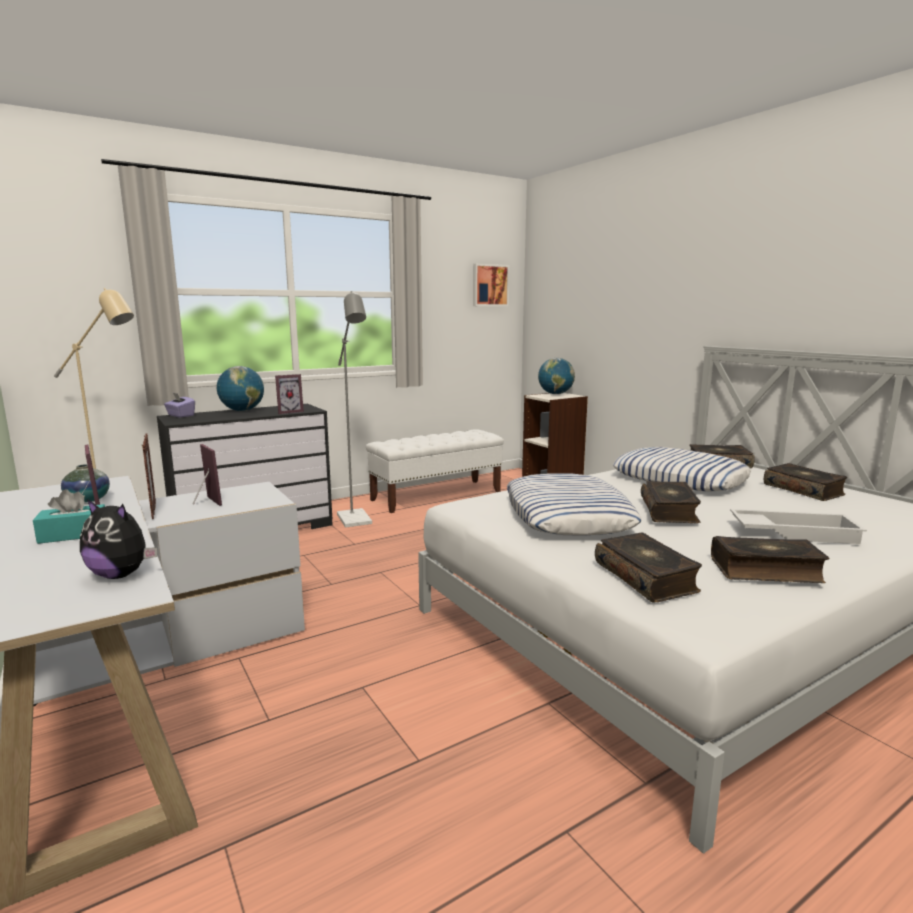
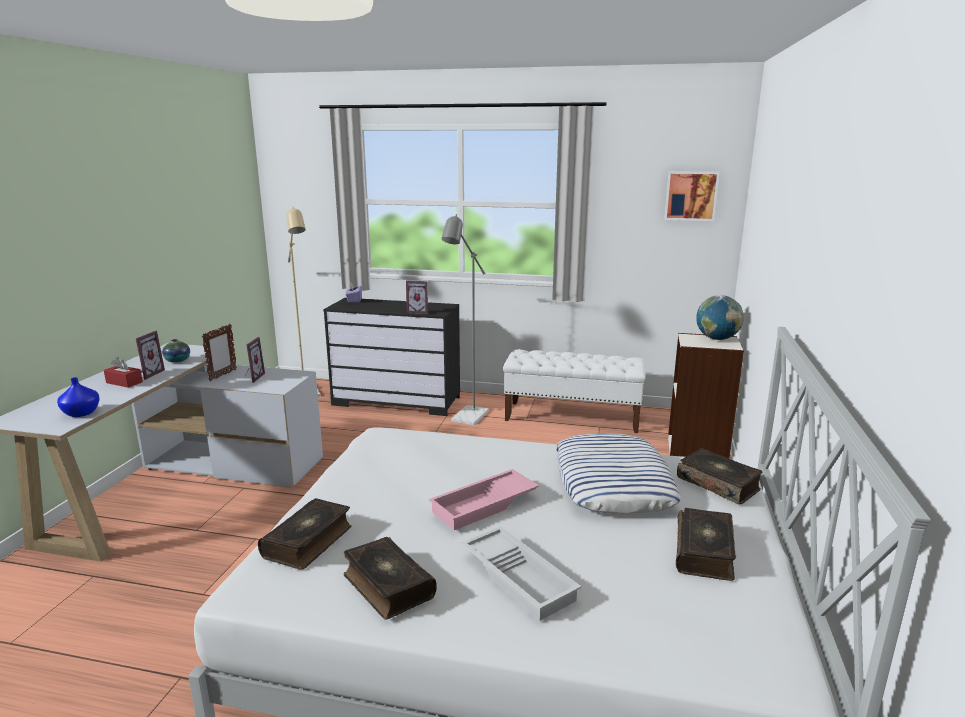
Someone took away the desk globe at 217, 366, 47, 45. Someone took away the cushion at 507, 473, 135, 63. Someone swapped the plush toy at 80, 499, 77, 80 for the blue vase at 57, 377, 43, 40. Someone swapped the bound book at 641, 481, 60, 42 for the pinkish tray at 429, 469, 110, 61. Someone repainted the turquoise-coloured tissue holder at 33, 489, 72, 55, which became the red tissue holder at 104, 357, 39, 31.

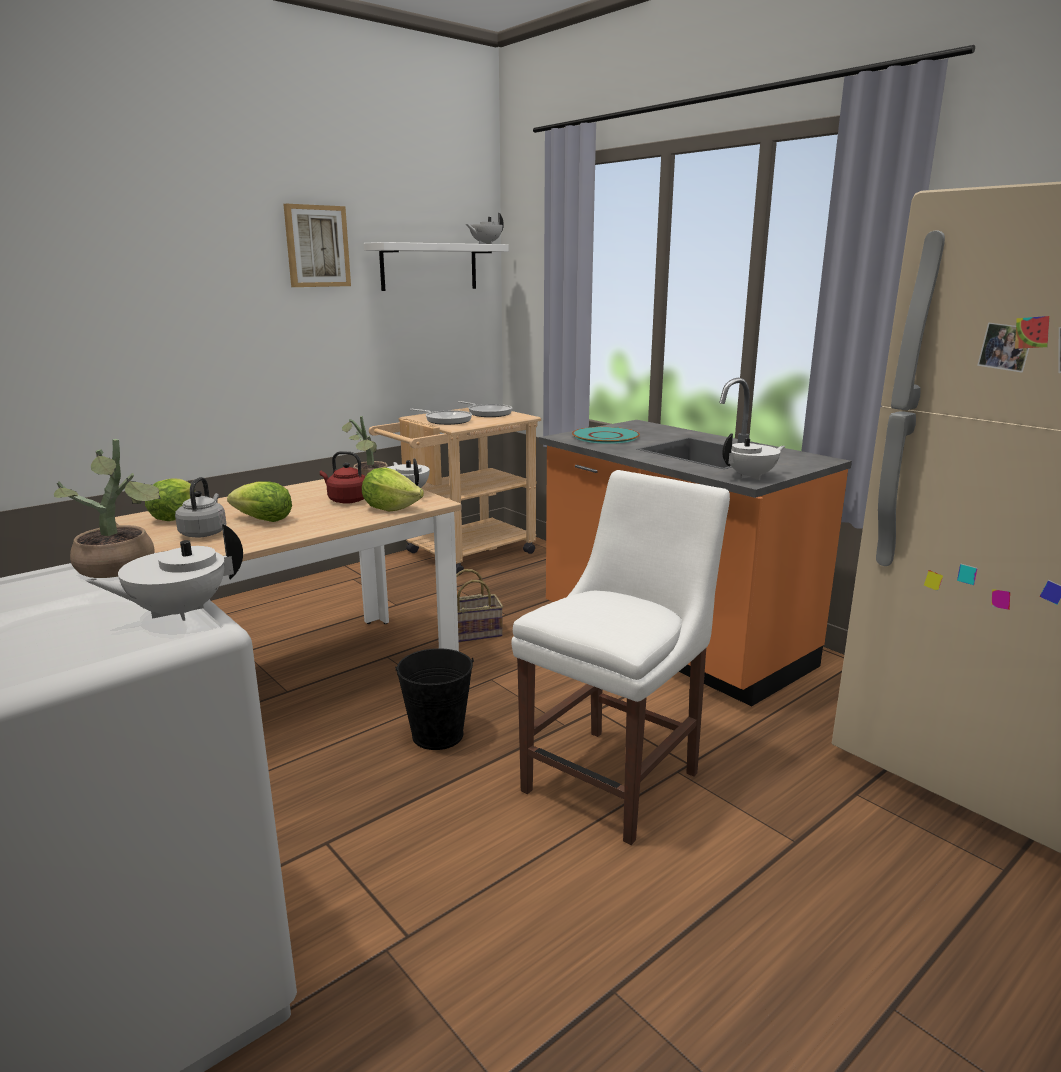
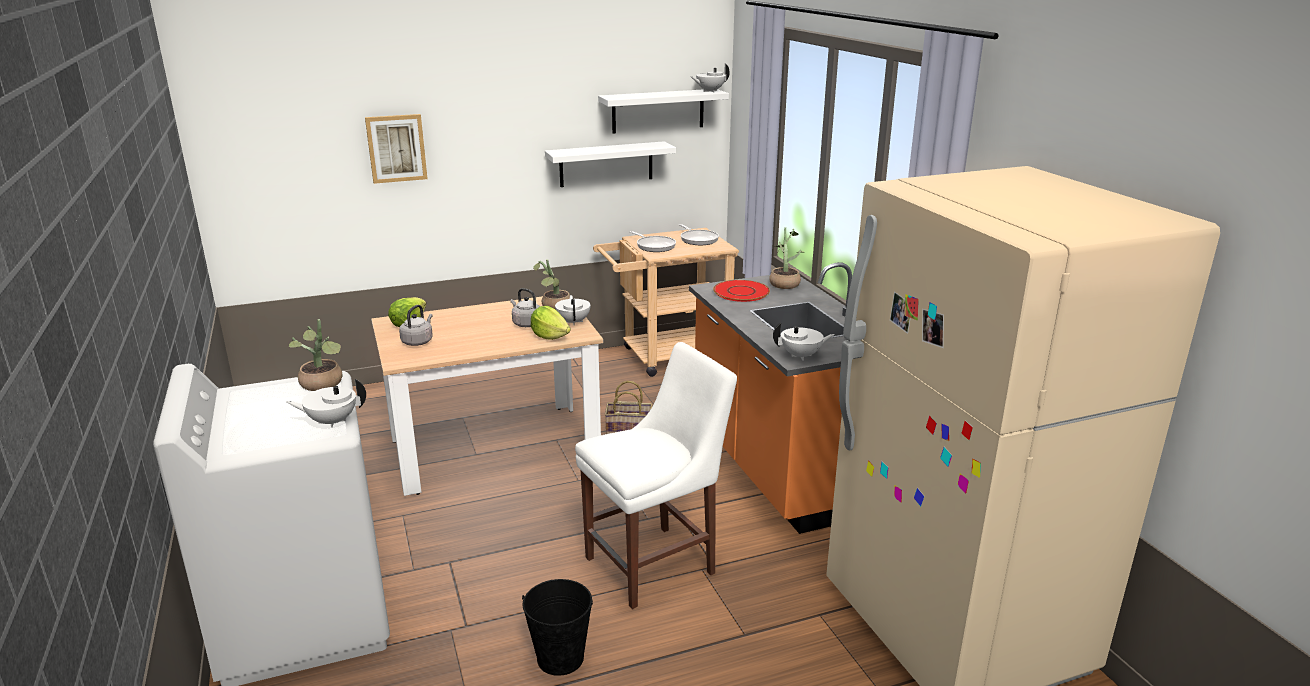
Someone took away the lettuce head at 227, 481, 65, 41. Someone put up the white-coloured wall shelf at 545, 141, 131, 46. Someone put down the plant in a pot at 769, 227, 36, 62. Someone carried the picture from 283, 204, 68, 83 to 365, 114, 63, 70. Someone carried the black pail from 395, 648, 79, 102 to 522, 579, 71, 97. Someone repainted the red tea kettle at 320, 451, 45, 53, which became the grey tea kettle at 511, 288, 29, 39. Someone repainted the turquoise-coloured dinner plate at 572, 427, 68, 17, which became the red dinner plate at 713, 280, 57, 22.

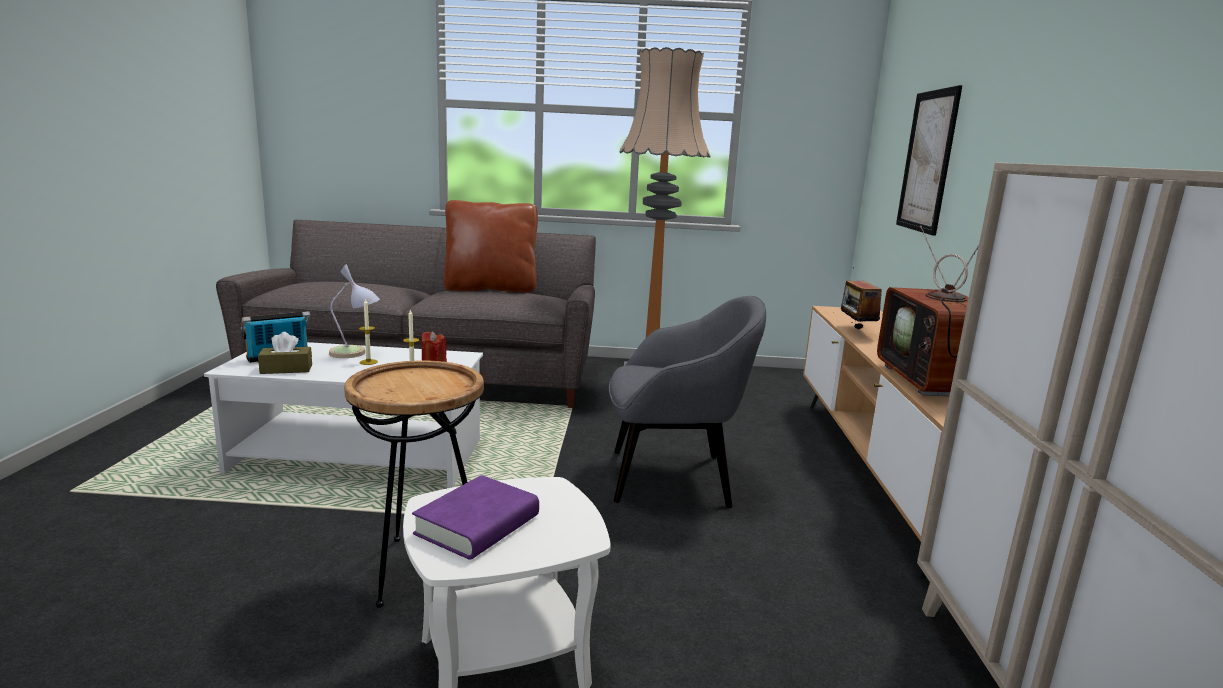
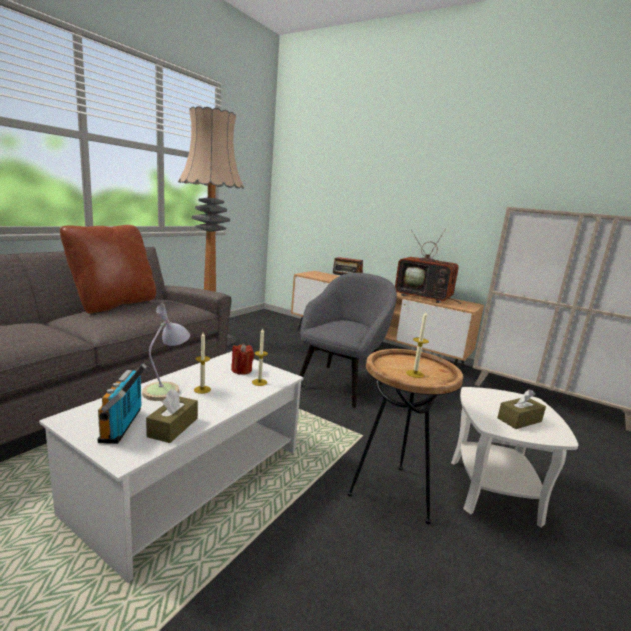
Someone took away the picture at 896, 85, 66, 151. Someone put down the candle at 406, 311, 23, 67. Someone swapped the purple-coloured bound book at 412, 475, 127, 85 for the brown tissue holder at 497, 389, 49, 40.

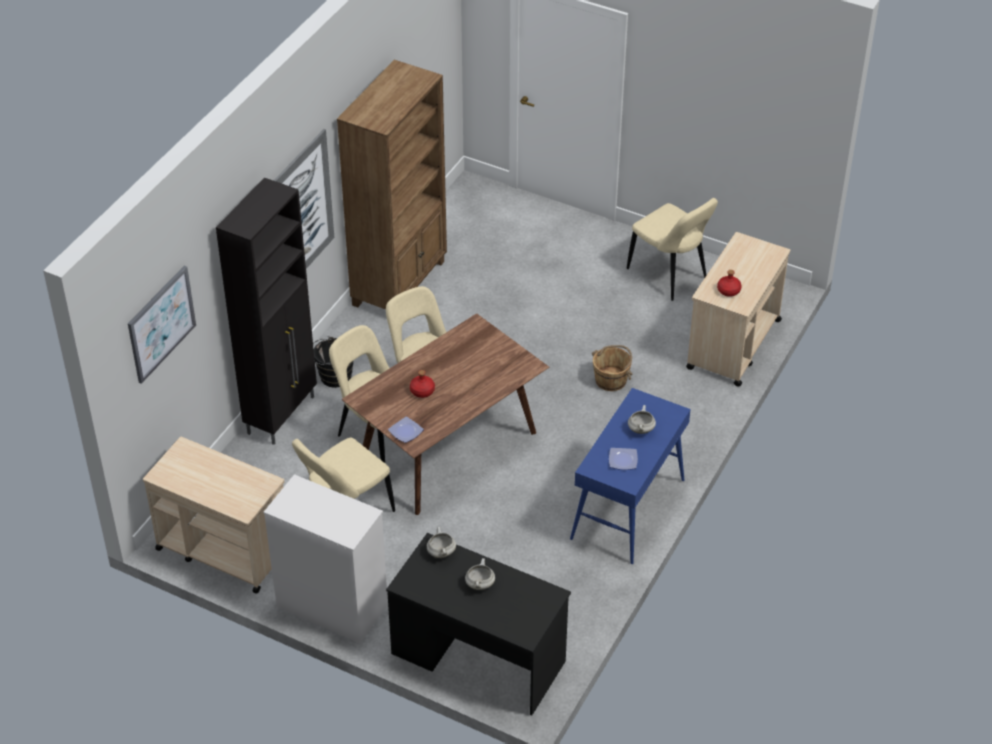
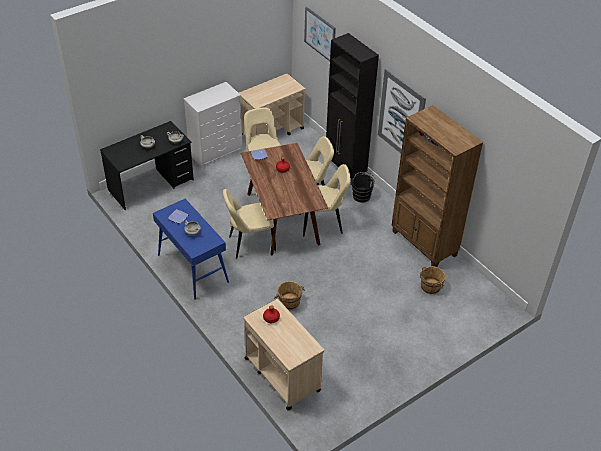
Someone put down the brown pail at 420, 266, 25, 28. Someone carried the sand-coloured upright chair from 627, 198, 91, 103 to 223, 189, 53, 69.

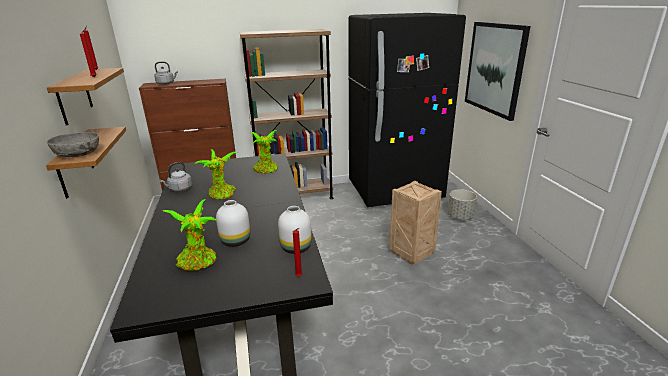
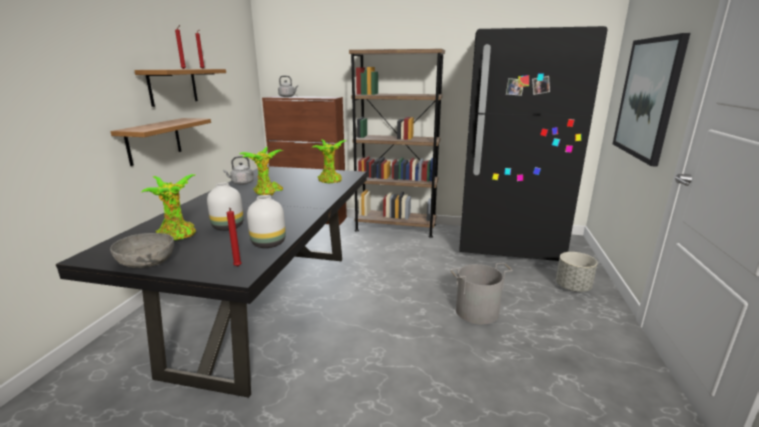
Someone carried the grey deep dish from 47, 132, 52, 25 to 110, 233, 64, 35. Someone swapped the shipping crate at 390, 181, 52, 84 for the grey pail at 450, 263, 63, 61.

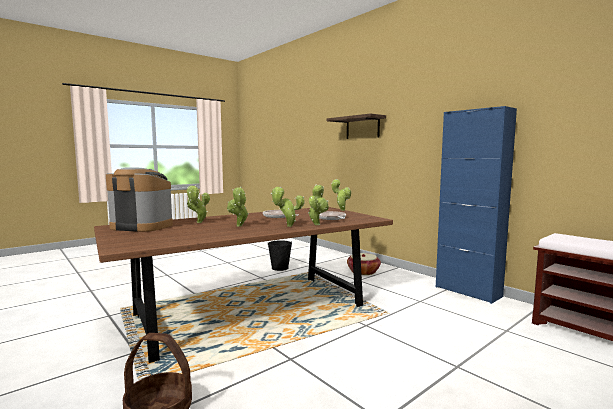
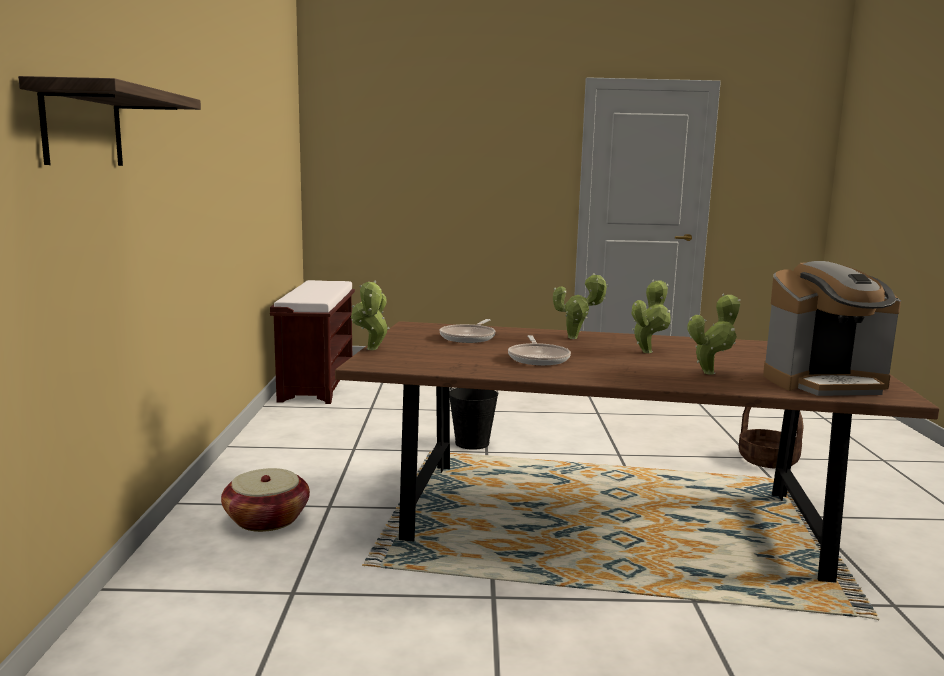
Someone took away the plant in a pot at 308, 185, 21, 40. Someone took away the blue storage cabinet at 436, 106, 81, 198. Someone carried the black pail from 268, 240, 24, 31 to 450, 387, 48, 63. Someone rotated the coffee machine at 106, 167, 67, 65 by 60 degrees counterclockwise.

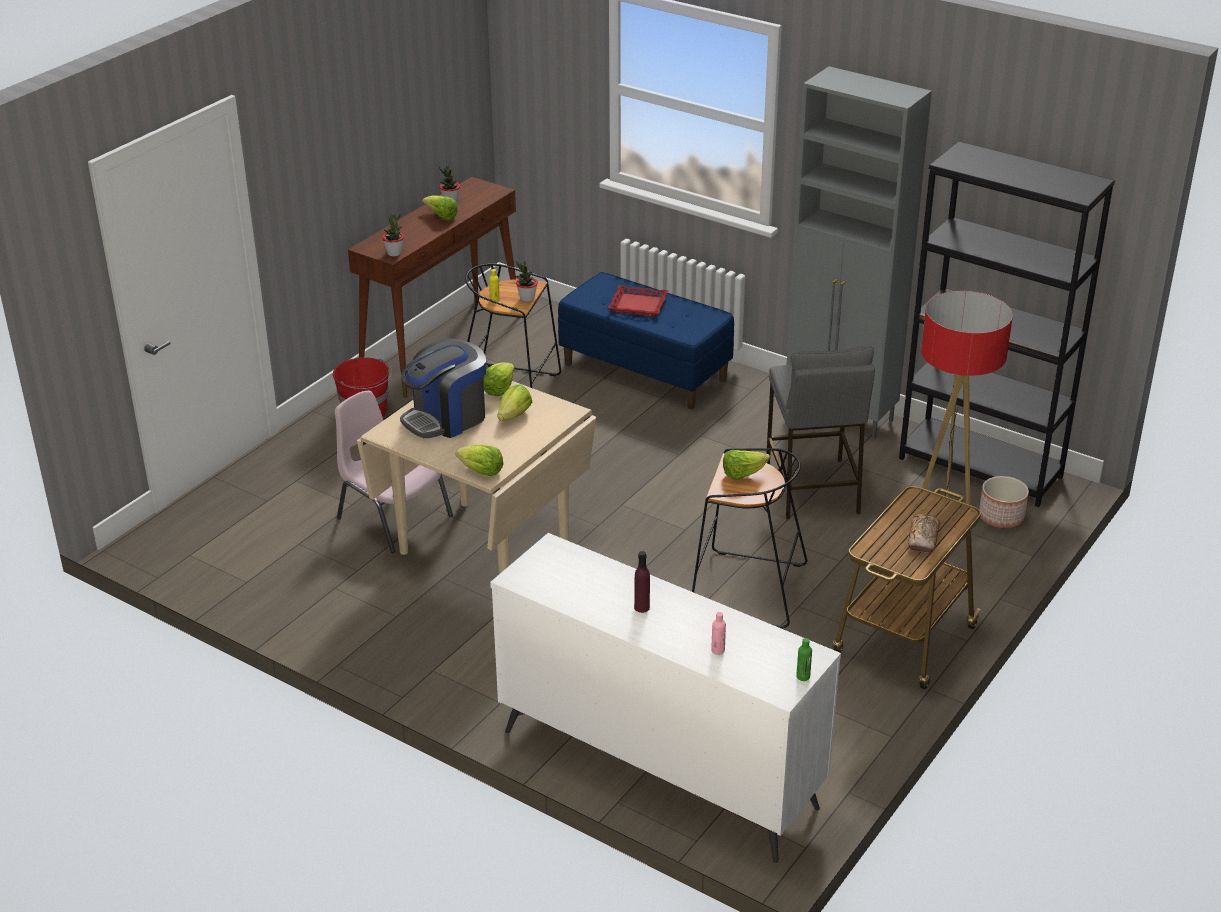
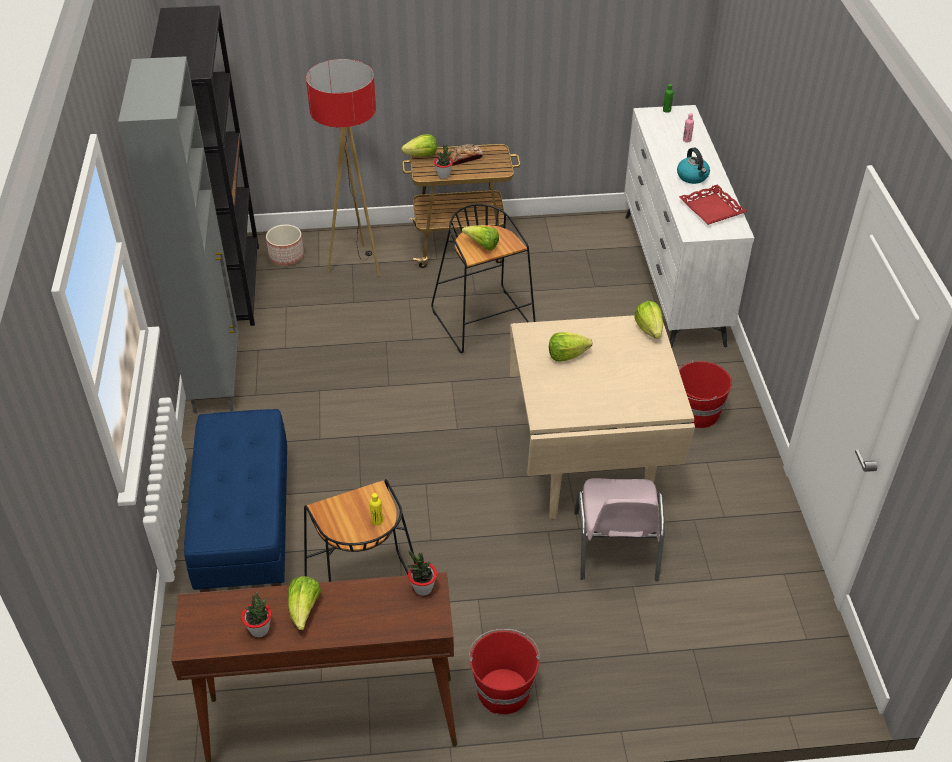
Someone took away the coffee machine at 400, 339, 86, 99. Someone took away the grey stool seat at 766, 346, 109, 174. Someone put down the red pail at 678, 360, 54, 68. Someone carried the lettuce head from 484, 362, 31, 34 to 401, 134, 36, 23. Someone carried the plant in a pot from 515, 261, 23, 41 to 434, 144, 19, 35. Someone carried the red tray from 608, 285, 60, 31 to 679, 184, 68, 41. Someone swapped the purple-coloured bottle at 634, 551, 16, 62 for the tea kettle at 677, 147, 33, 37.

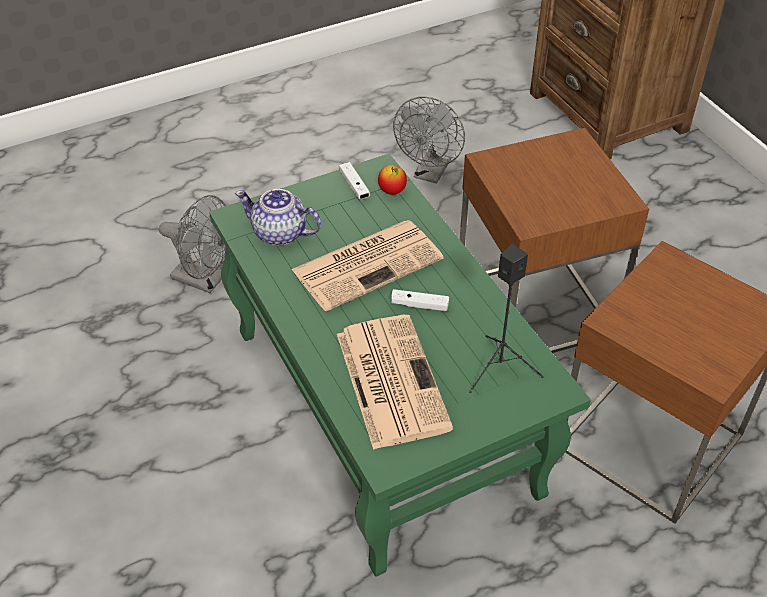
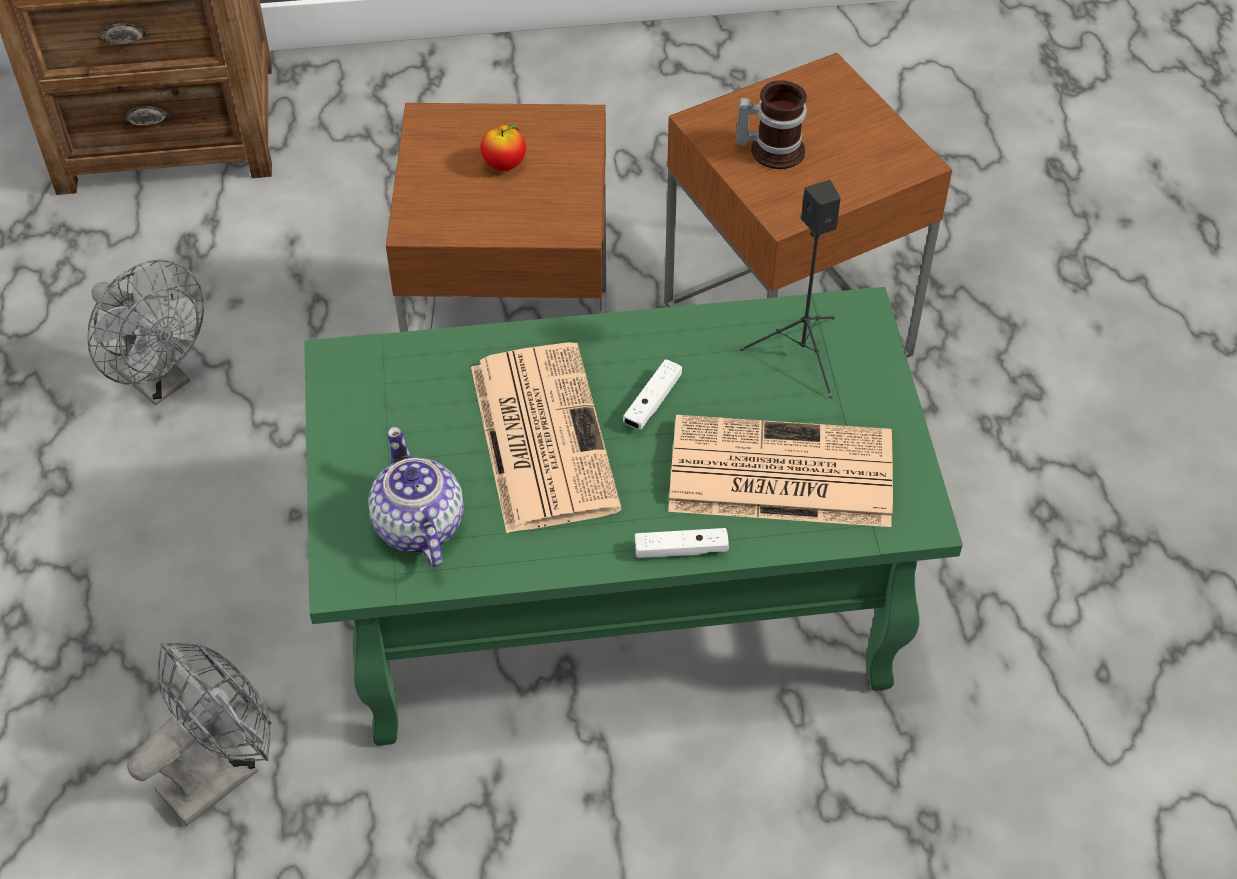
Someone put down the mug at 736, 80, 71, 89. Someone carried the white-coloured joypad from 339, 162, 31, 38 to 635, 528, 94, 30. Someone carried the apple fruit from 378, 165, 29, 30 to 481, 124, 45, 47. Someone rotated the teapot at 235, 189, 86, 56 by 120 degrees clockwise.

